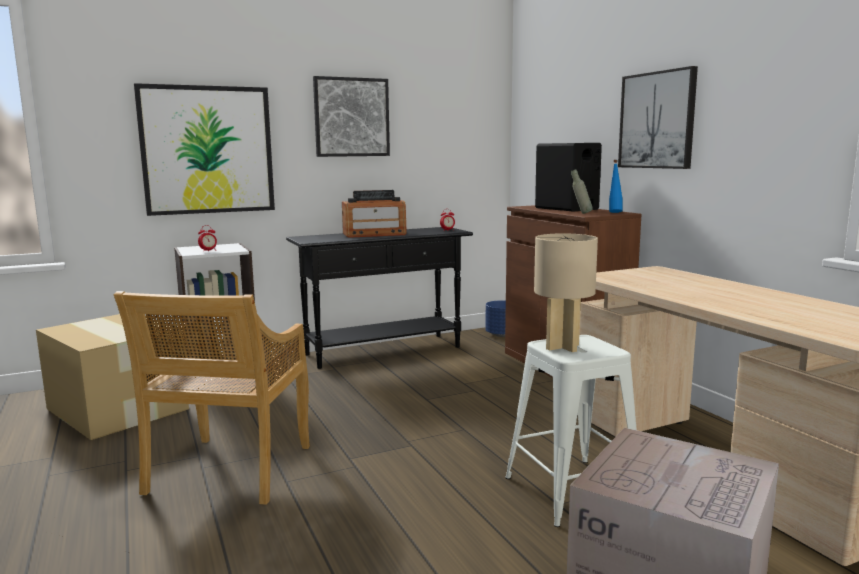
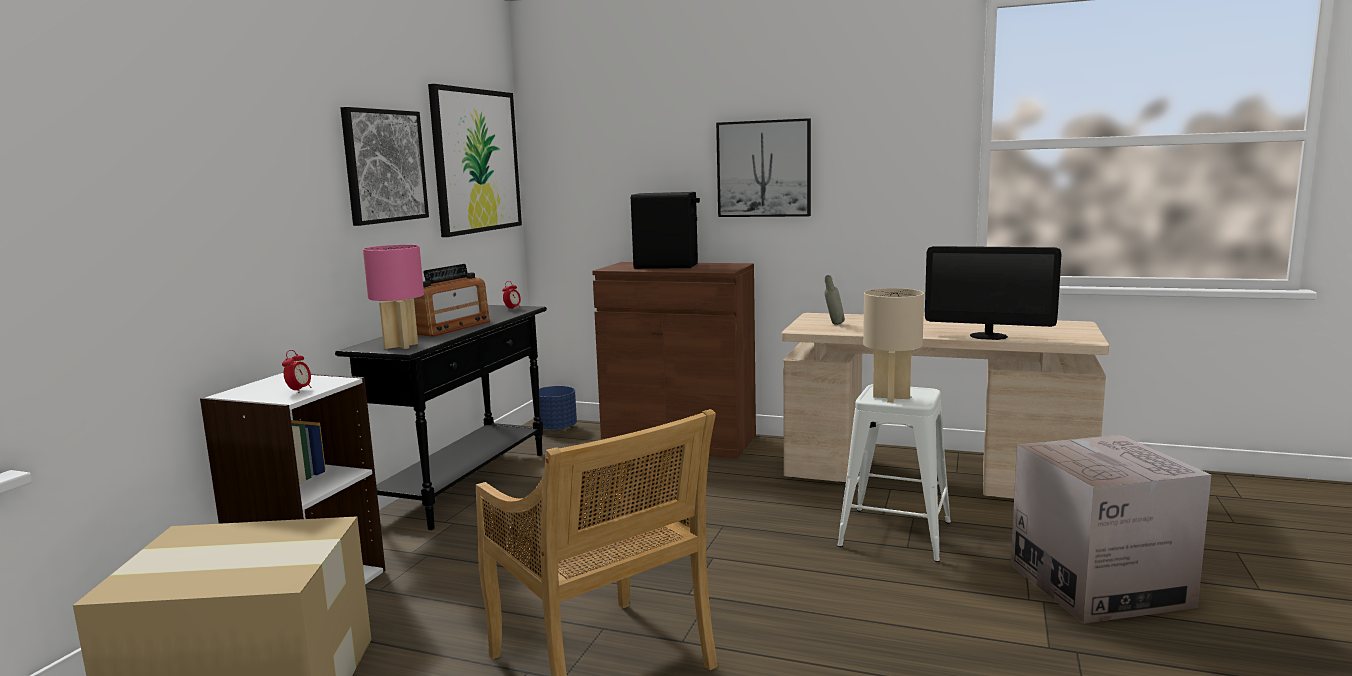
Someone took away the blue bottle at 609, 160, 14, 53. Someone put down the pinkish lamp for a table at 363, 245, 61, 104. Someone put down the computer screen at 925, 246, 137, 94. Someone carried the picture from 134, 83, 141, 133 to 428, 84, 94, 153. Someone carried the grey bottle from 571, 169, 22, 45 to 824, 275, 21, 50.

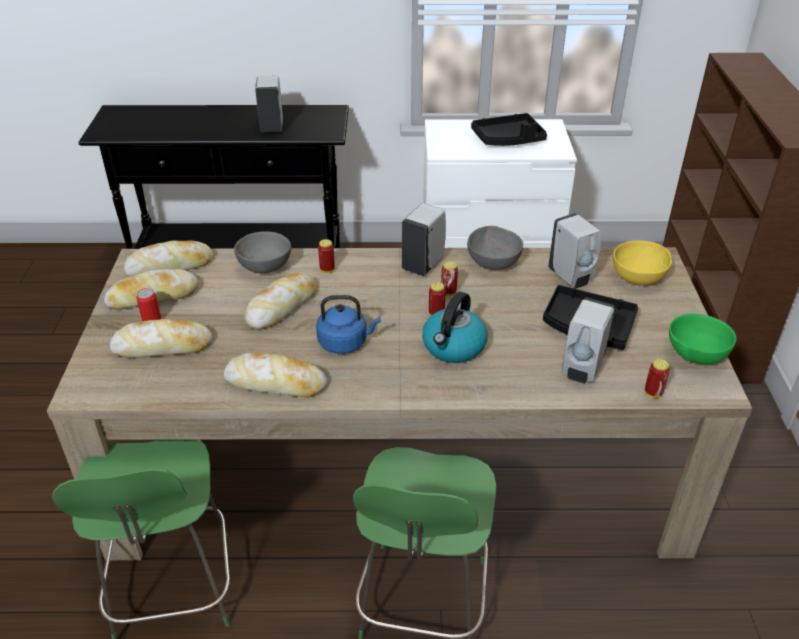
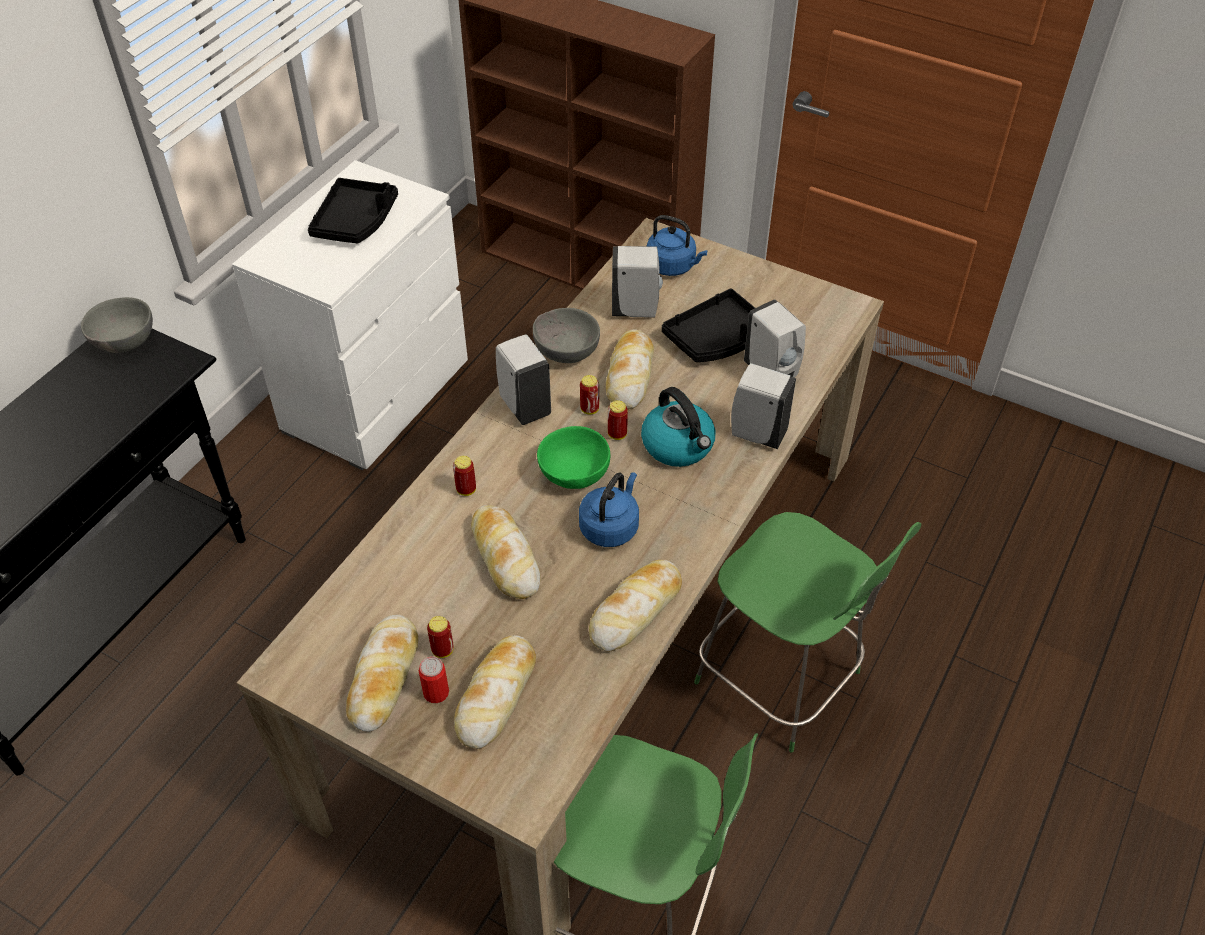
Someone carried the baked bread from 124, 241, 89, 36 to 606, 329, 48, 80. Someone carried the grey deep dish from 234, 231, 57, 42 to 81, 297, 72, 56. Someone carried the white-coloured liquid soap bottle from 255, 76, 28, 57 to 731, 363, 65, 86. Someone carried the can from 645, 359, 25, 39 to 427, 616, 27, 42. Someone carried the green deep dish from 669, 313, 68, 51 to 537, 426, 73, 63. Someone swapped the yellowish deep dish at 613, 240, 59, 45 for the blue tea kettle at 647, 215, 61, 61.

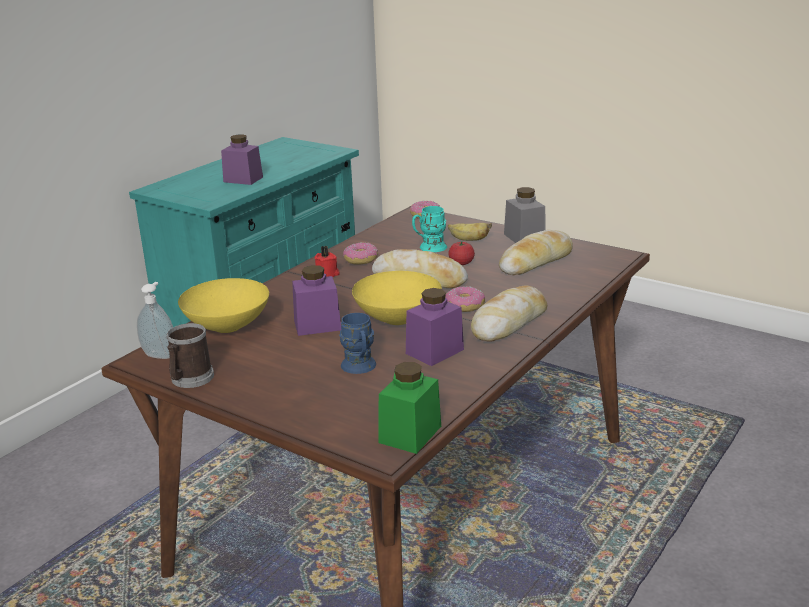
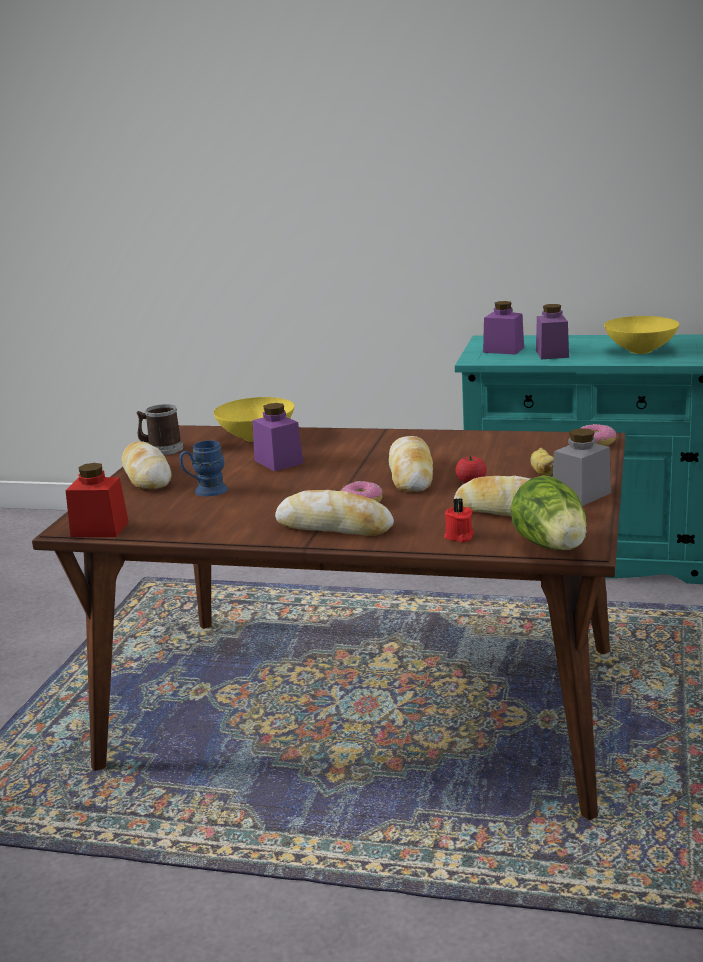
Someone took away the liquid soap bottle at 137, 282, 36, 77. Someone took away the doughnut at 343, 243, 35, 22. Someone took away the turquoise-coloured mug at 412, 206, 35, 46. Someone put down the baked bread at 122, 441, 50, 48. Someone put down the lettuce head at 510, 475, 77, 75. Someone carried the red candle from 315, 246, 25, 31 to 444, 498, 30, 44. Someone carried the yellowish deep dish from 352, 271, 90, 54 to 604, 316, 75, 38. Someone carried the purple-coloured storage jar from 406, 288, 58, 78 to 483, 301, 41, 54. Someone repainted the green storage jar at 379, 362, 62, 92, which became the red storage jar at 66, 463, 63, 74.

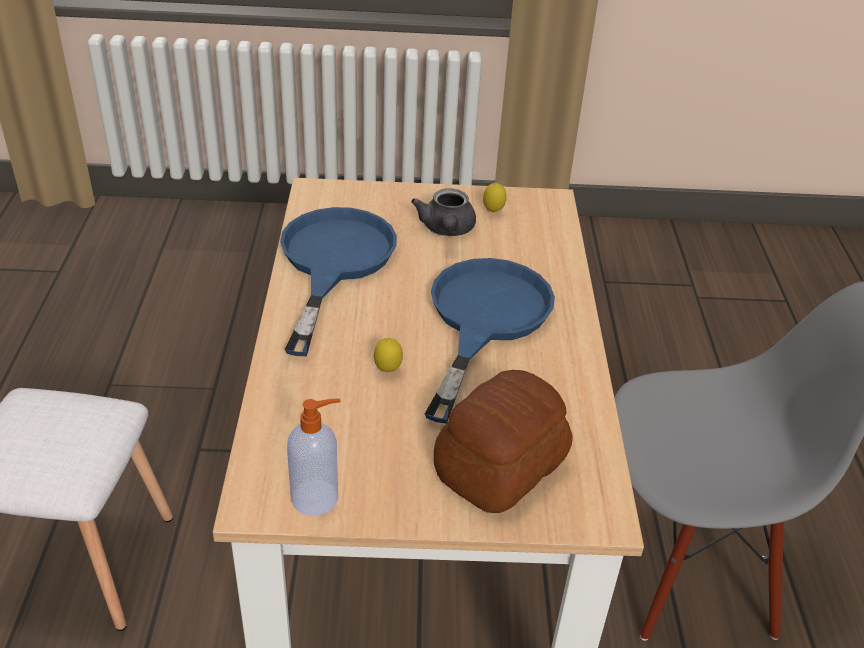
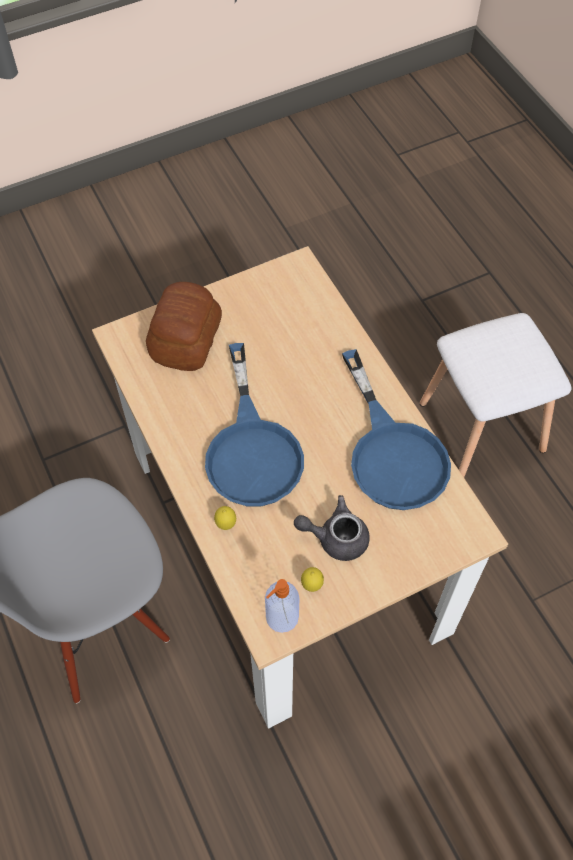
Someone carried the liquid soap bottle from 287, 399, 54, 117 to 265, 579, 35, 54. Someone carried the citrus fruit from 374, 338, 29, 34 to 214, 506, 22, 24. Someone rotated the grey teapot at 411, 188, 65, 48 by 60 degrees counterclockwise.

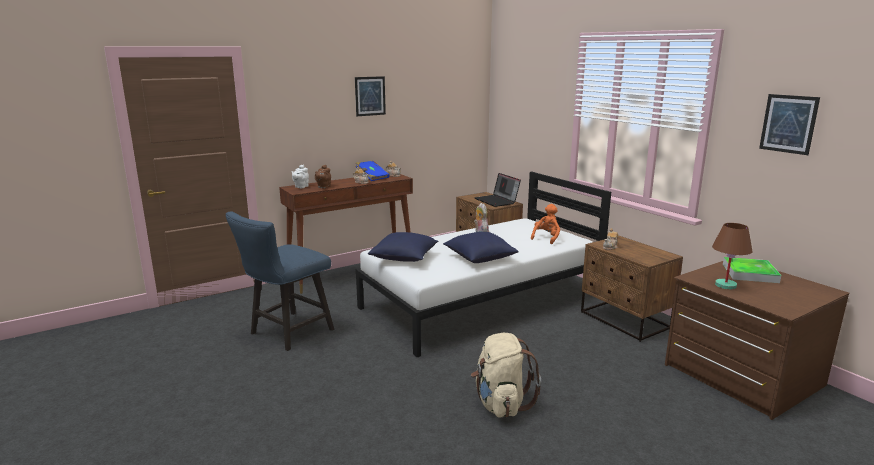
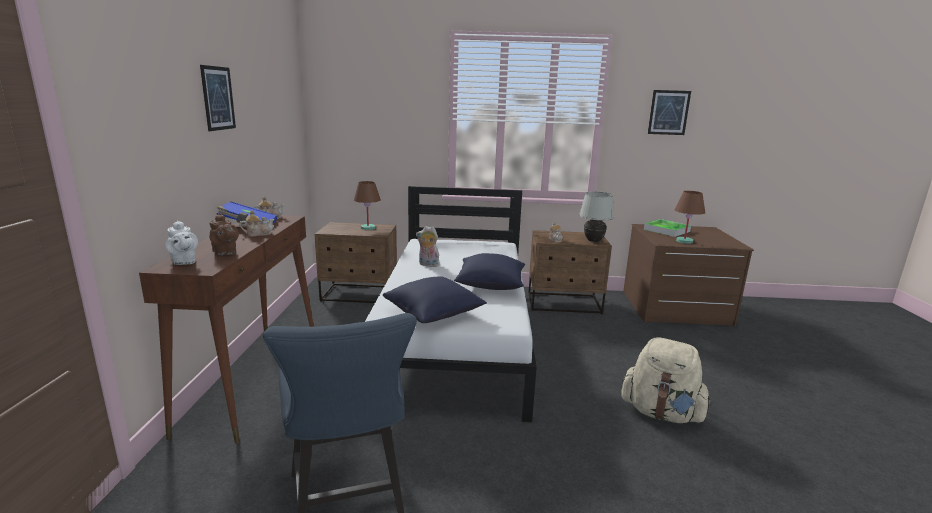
Someone took away the orange-coloured plush toy at 531, 204, 29, 40. Someone put down the white-coloured lamp for a table at 579, 191, 35, 51. Someone swapped the laptop at 475, 173, 46, 34 for the brown lamp for a table at 354, 181, 27, 49.

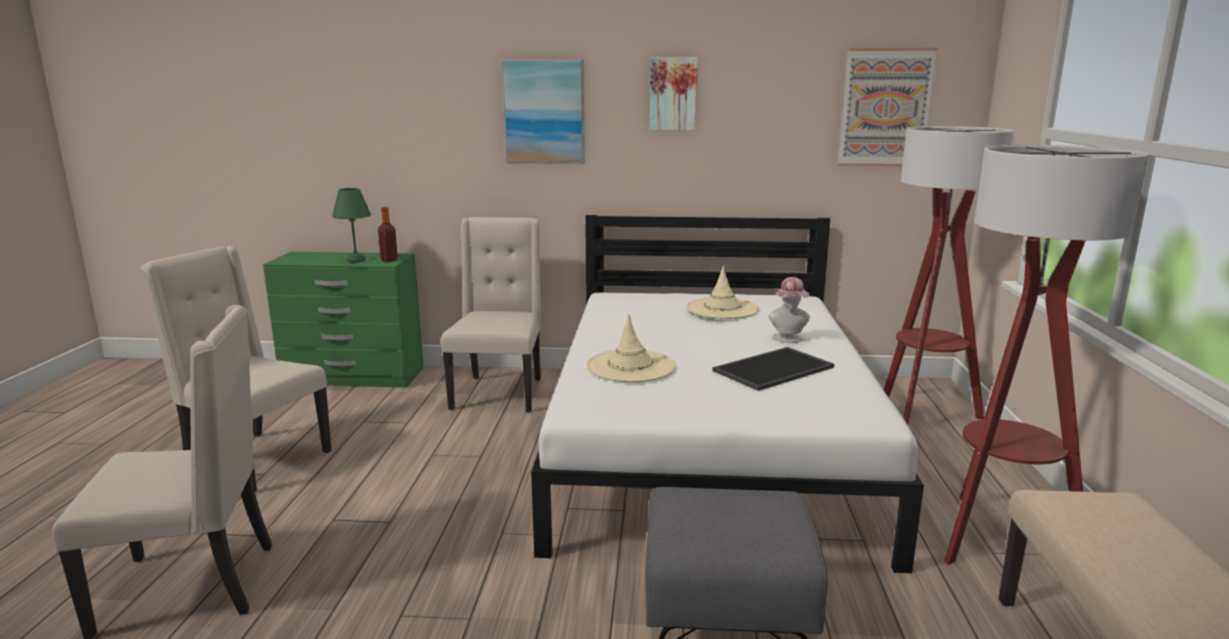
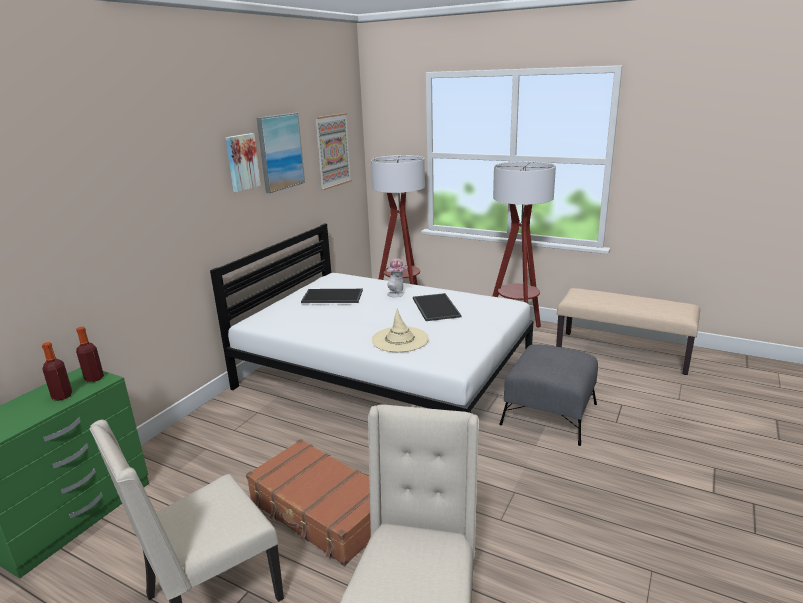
Someone took away the sand-coloured upright chair at 441, 217, 100, 195. Someone put down the brown travel case at 246, 439, 125, 127. Someone carried the picture from 501, 60, 84, 104 to 257, 113, 48, 80. Someone swapped the green lamp for a table at 332, 188, 39, 74 for the bottle at 42, 342, 30, 59. Someone swapped the sand-coloured hat at 686, 265, 74, 54 for the tray at 301, 289, 62, 14.

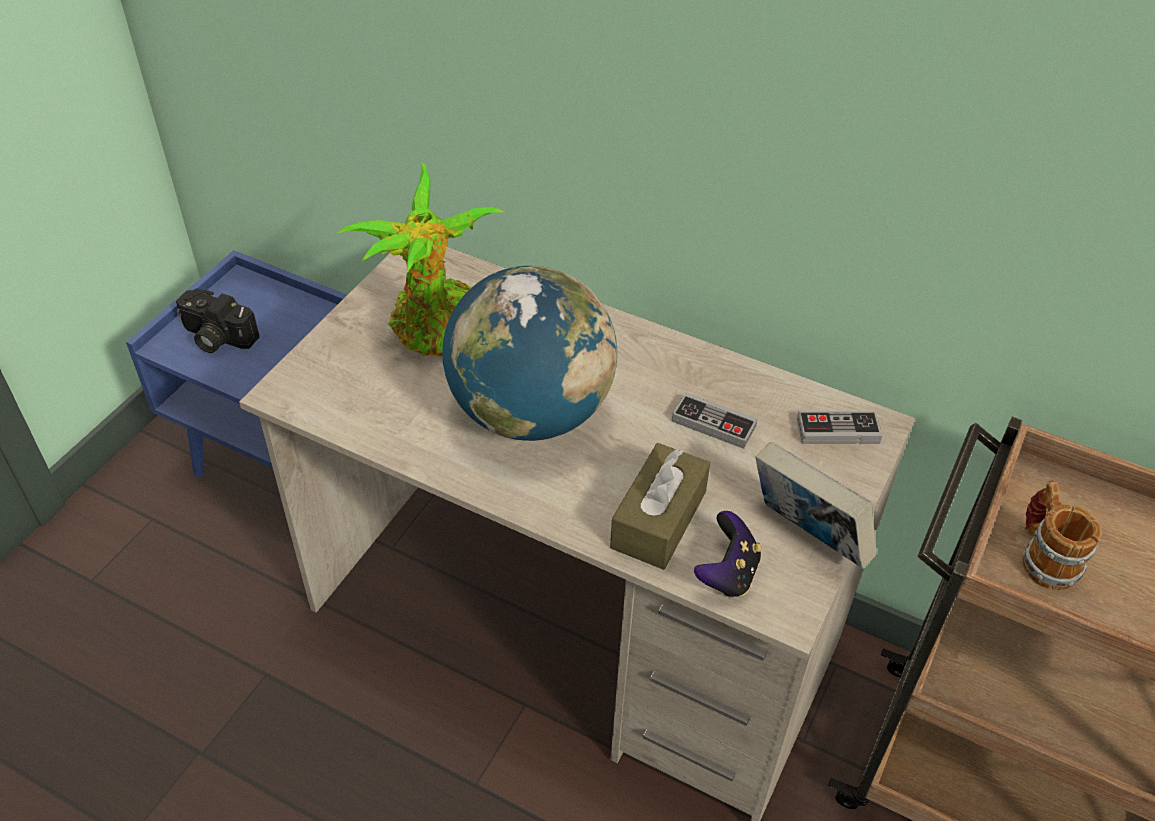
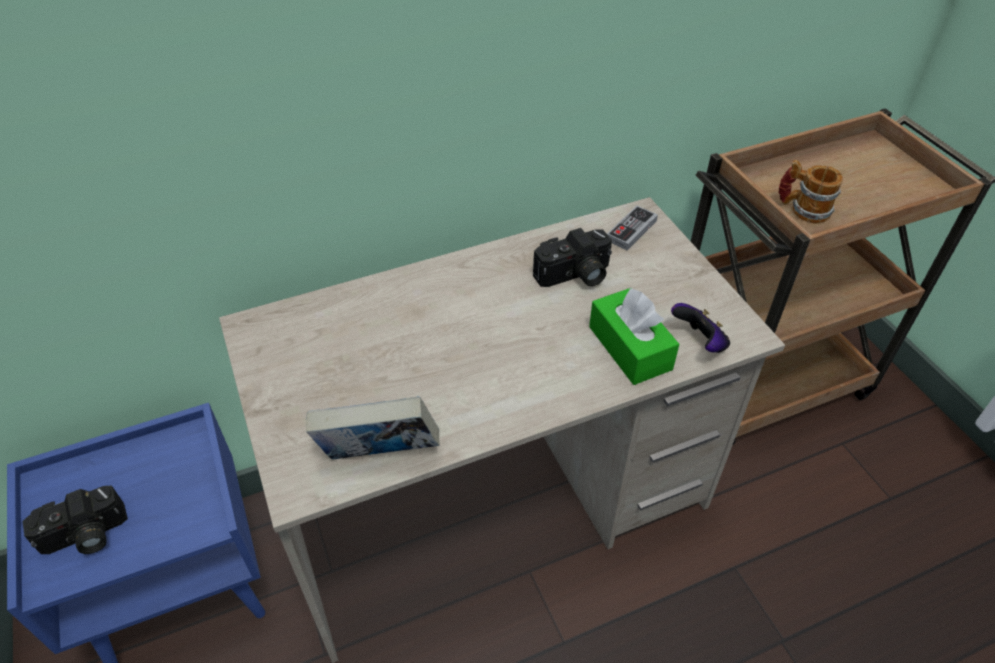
Someone took away the plant in a pot at 338, 163, 166, 193. Someone took away the desk globe at 442, 266, 175, 175. Someone carried the bound book from 755, 442, 122, 127 to 306, 396, 134, 63. Someone swapped the joypad at 671, 392, 87, 57 for the still camera at 533, 228, 79, 59. Someone repainted the brown tissue holder at 610, 443, 100, 127, which became the green tissue holder at 589, 288, 90, 97.

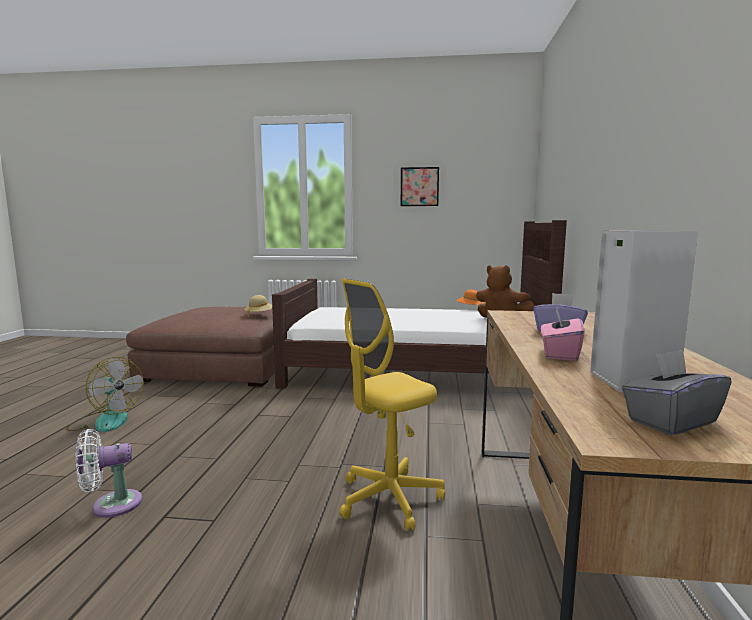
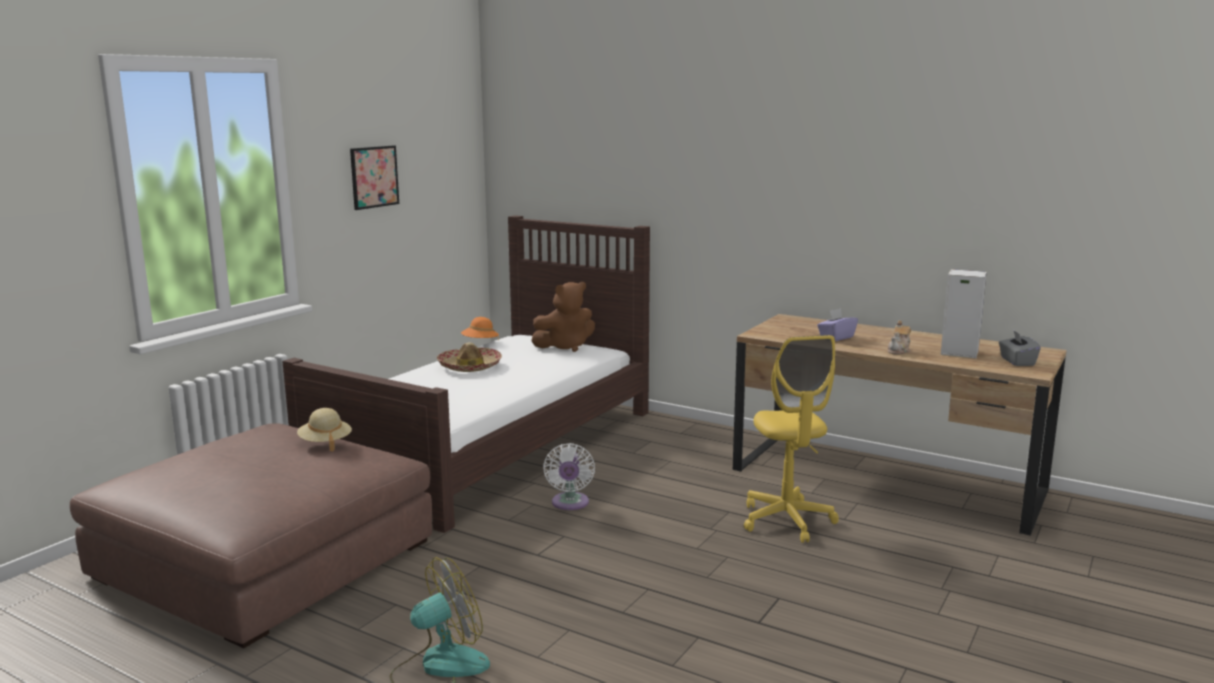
Someone put down the hat at 437, 342, 65, 30. Someone carried the white-coloured electric fan from 76, 429, 66, 89 to 543, 443, 52, 67. Someone swapped the pinkish tissue holder at 541, 308, 44, 53 for the teapot at 888, 320, 23, 34.

